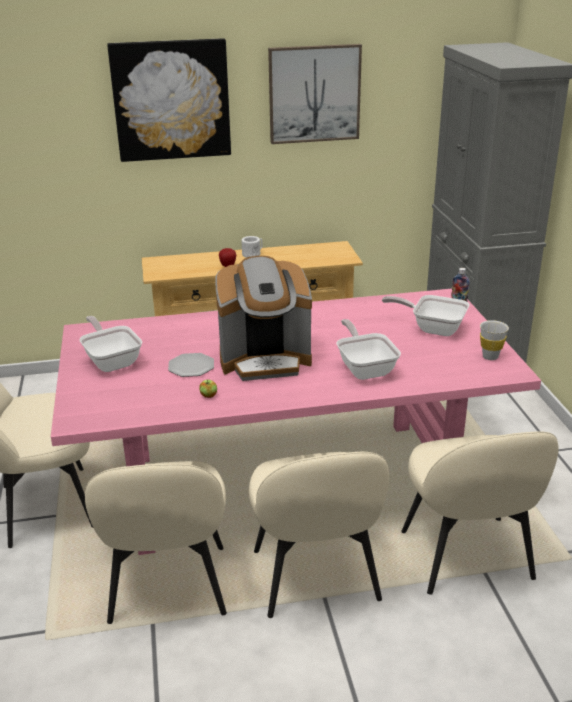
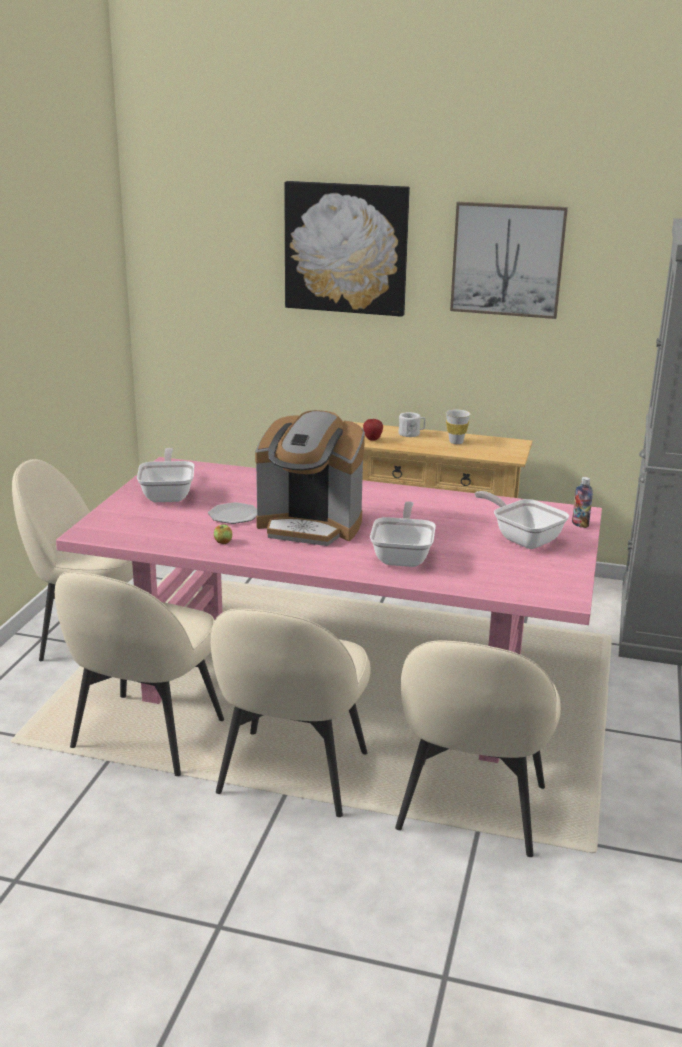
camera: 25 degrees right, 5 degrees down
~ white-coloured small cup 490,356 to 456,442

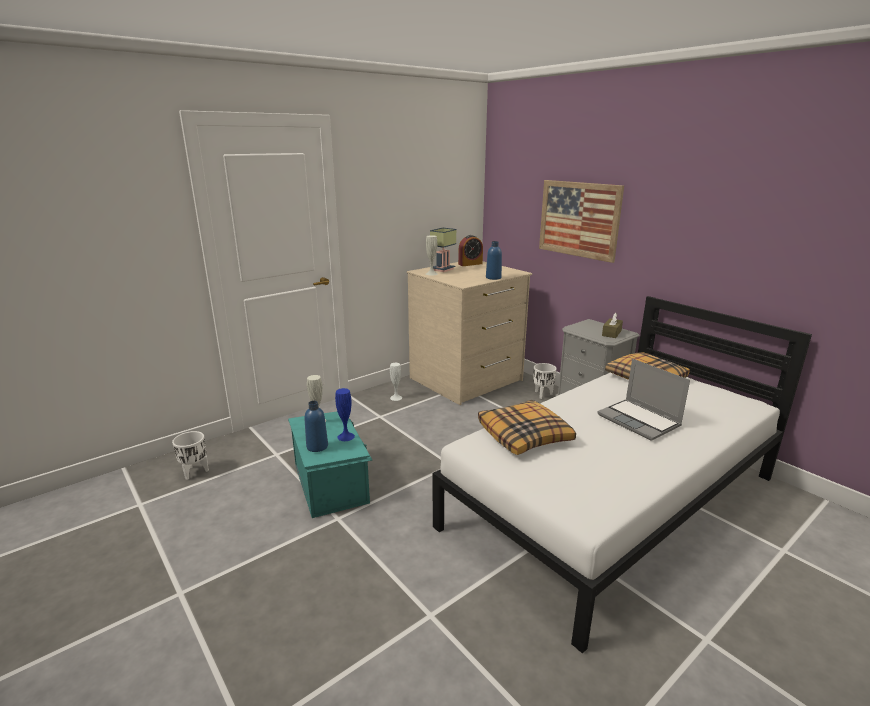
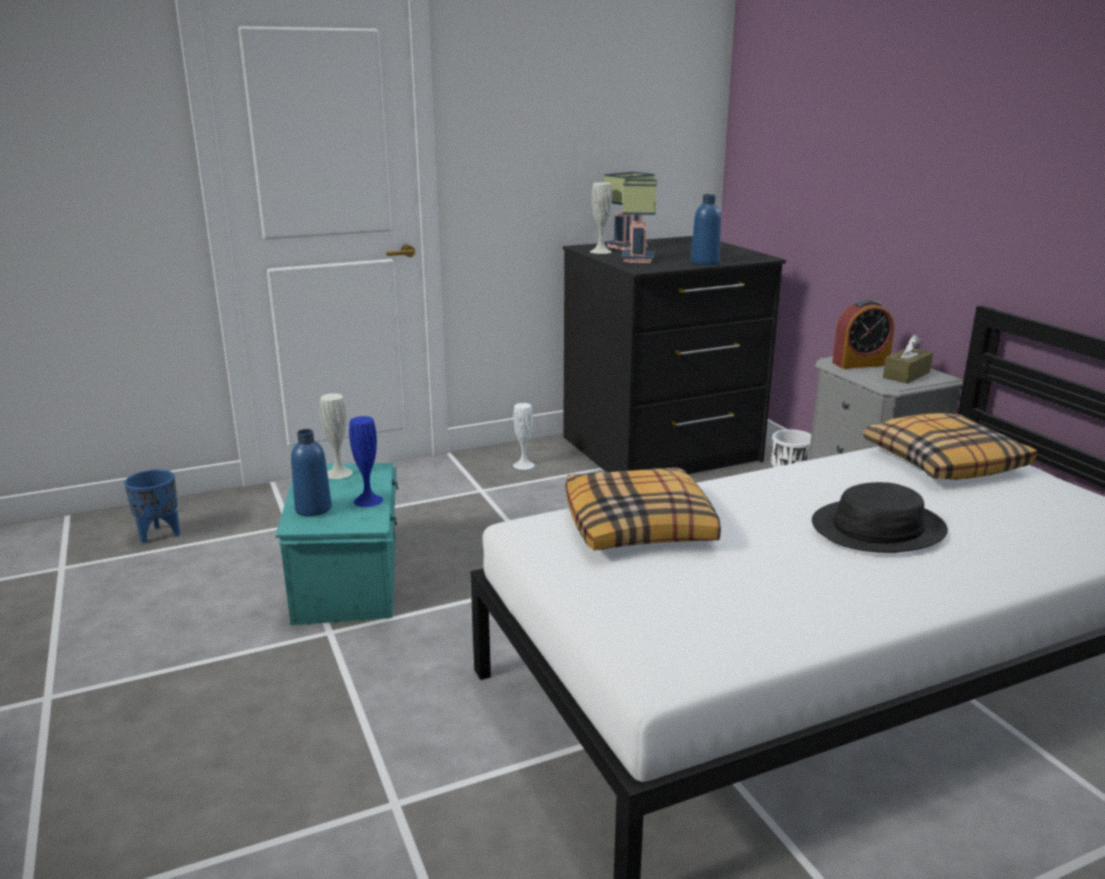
camera: 15 degrees right, 0 degrees up
- wall art 579,219
~ alarm clock 470,264 to 860,363
~ beige drawer chest 467,379 to black drawer chest 661,450
~ notebook computer 640,421 to black wearable hat 878,528
~ white-coloured plant pot 195,472 to blue-coloured plant pot 160,535
+ tabletop lamp 639,260

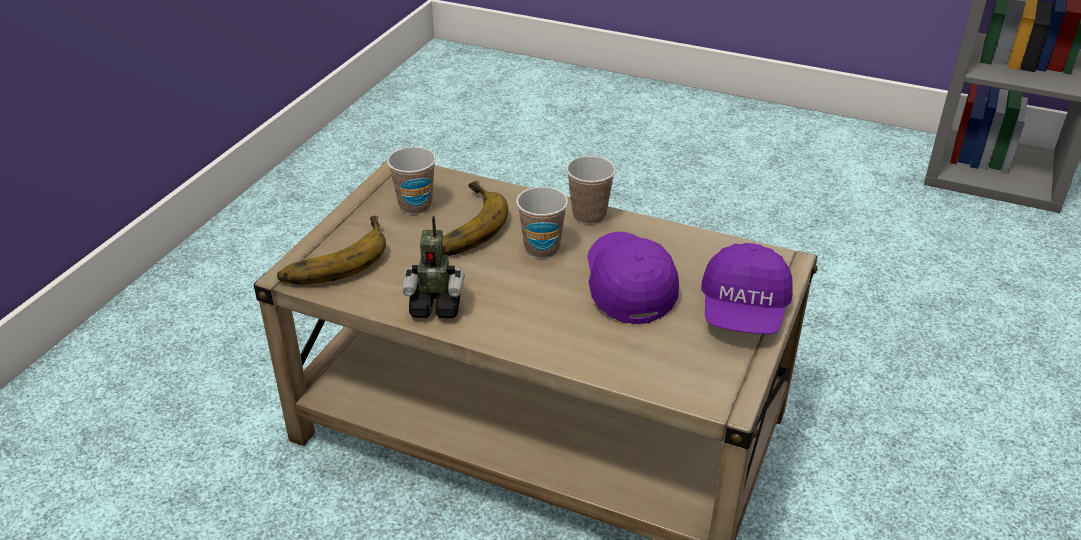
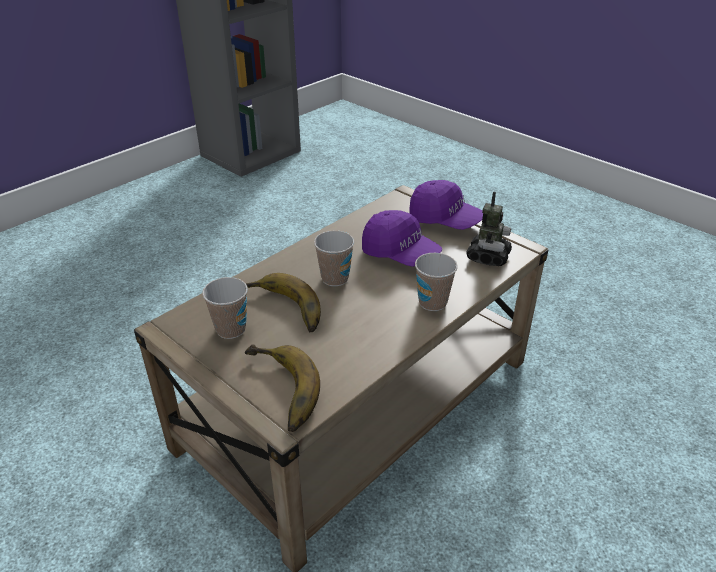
camera: 70 degrees left, 0 degrees up
~ small cup 589,215 to 432,302
~ model robot 436,305 to 488,257
~ purplish baseball cap 628,287 = 400,254 150 degrees counterclockwise

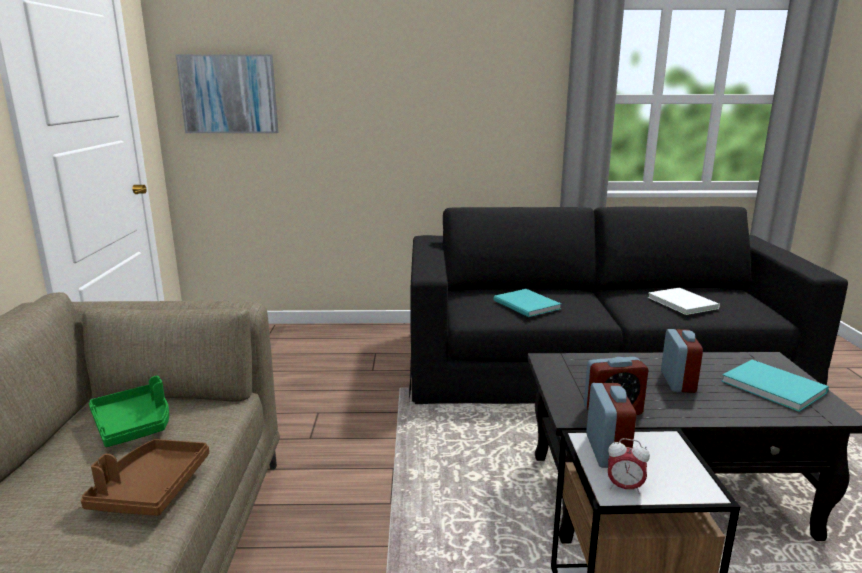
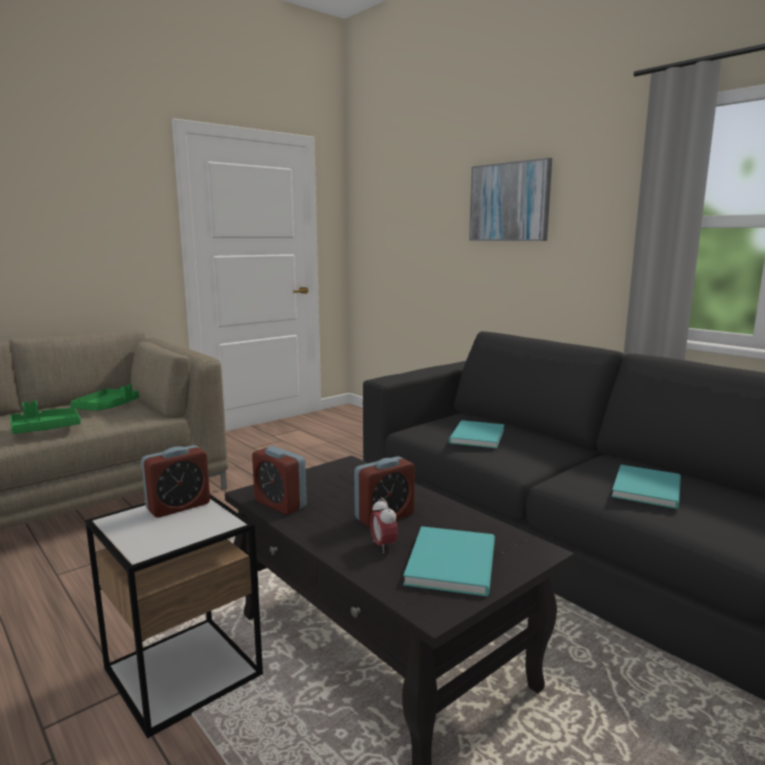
camera: 50 degrees right, 5 degrees down
~ wall art 229,94 to 509,202
~ white-coloured volume 682,302 to blue-green volume 649,488
~ alarm clock 624,488 to 383,546
~ brown-coloured serving tray 151,489 to green serving tray 45,428

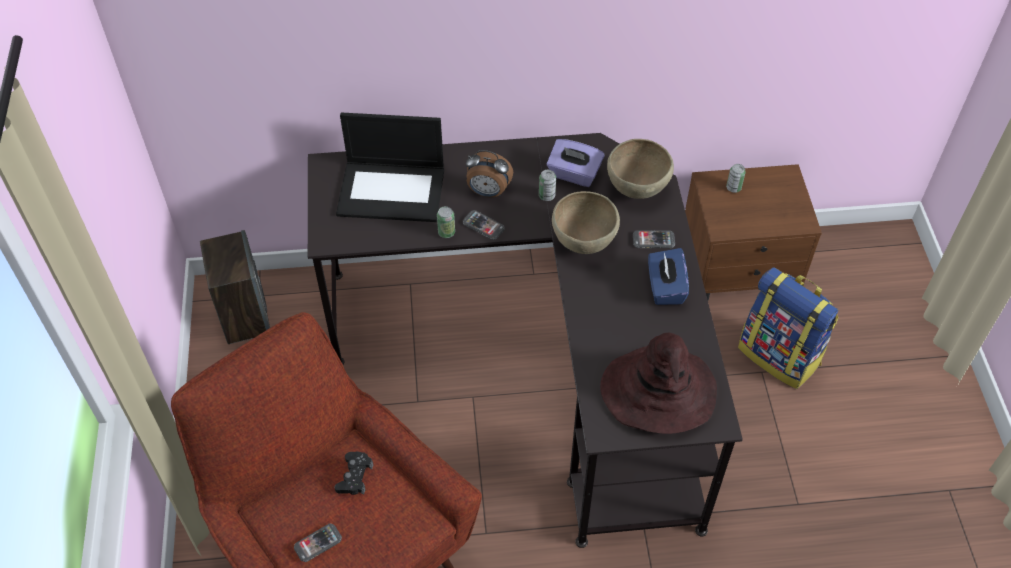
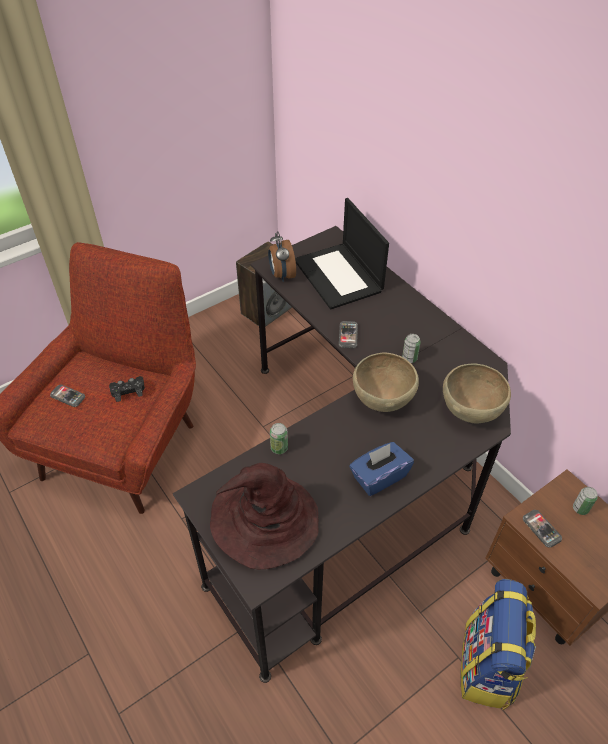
camera: 60 degrees right, 5 degrees down
- purplish tissue box 574,174
~ alarm clock 488,192 to 281,275
~ can 446,232 to 279,448
~ handset 653,240 to 541,529

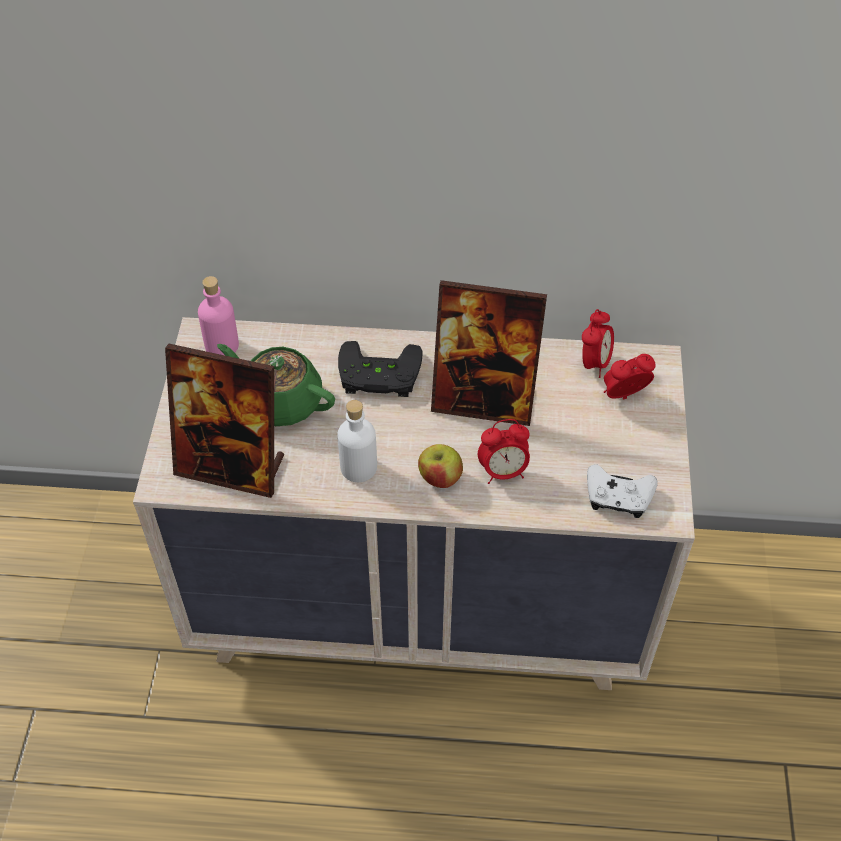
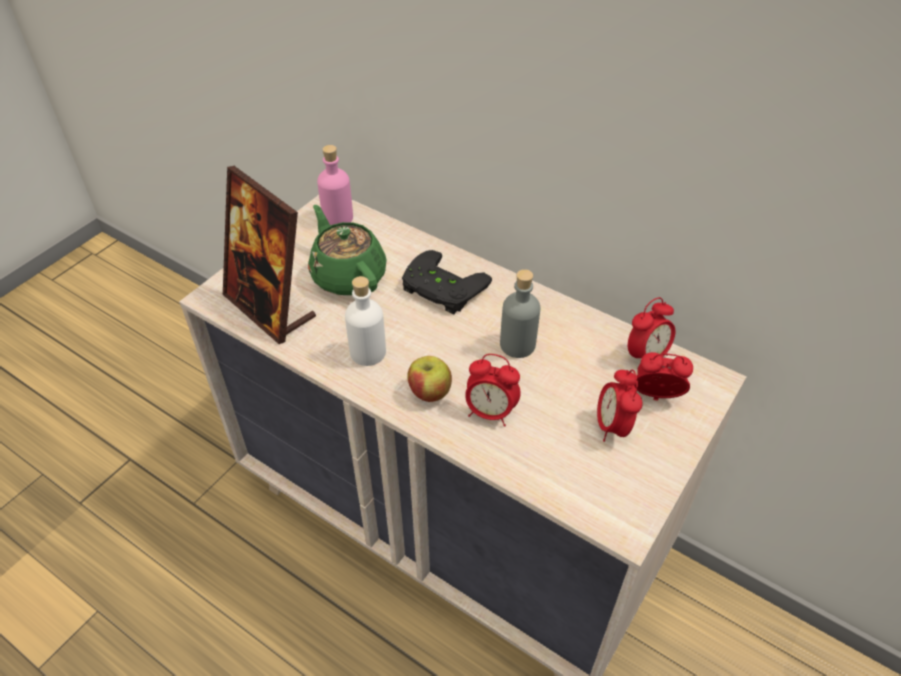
camera: 30 degrees right, 5 degrees down
~ standing frame 483,400 to greyish beverage bottle 517,345
- white-coloured gamepad 618,498
+ alarm clock 612,426

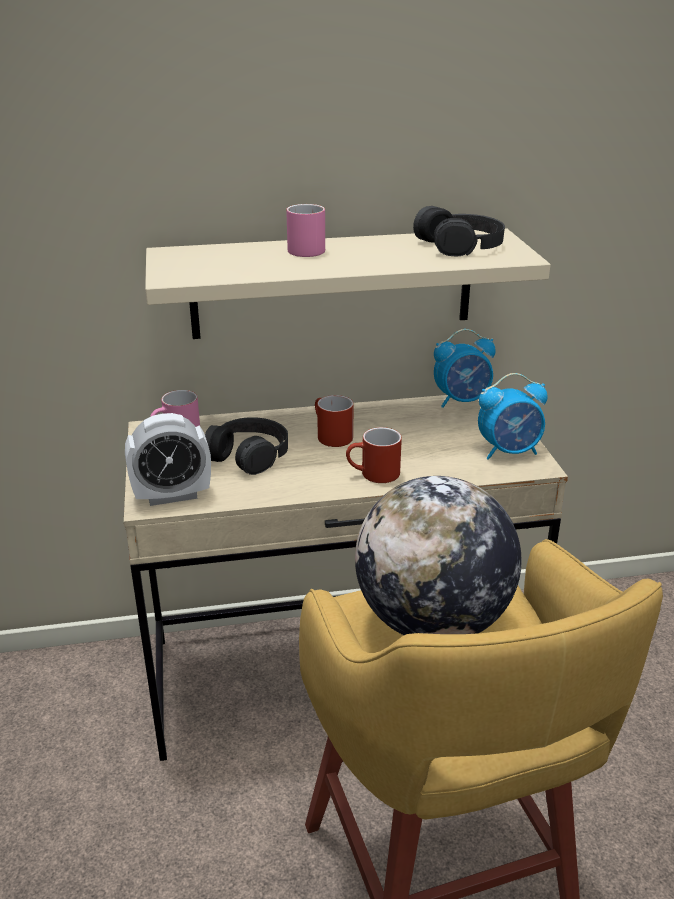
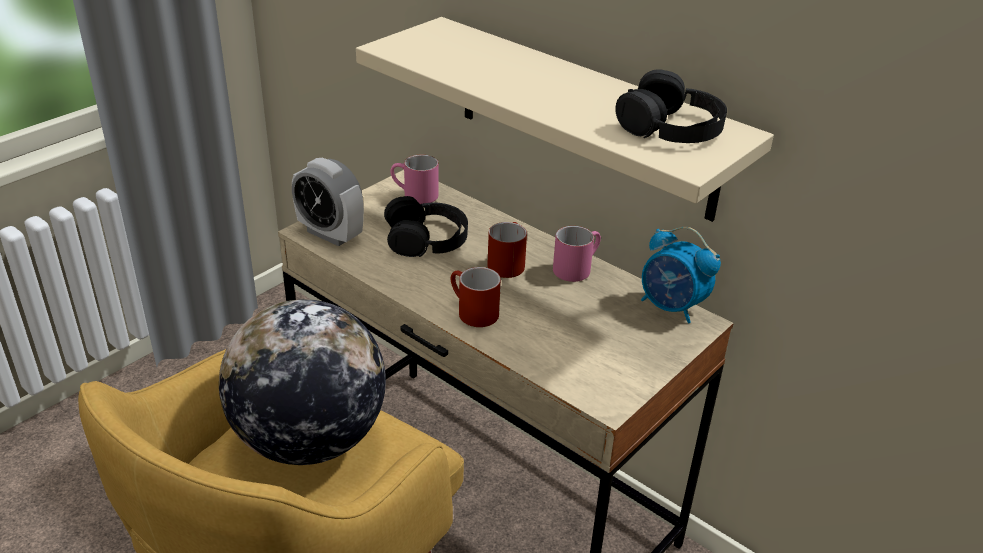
camera: 50 degrees right, 5 degrees up
~ pink mug 305,248 to 576,267
- alarm clock 509,451

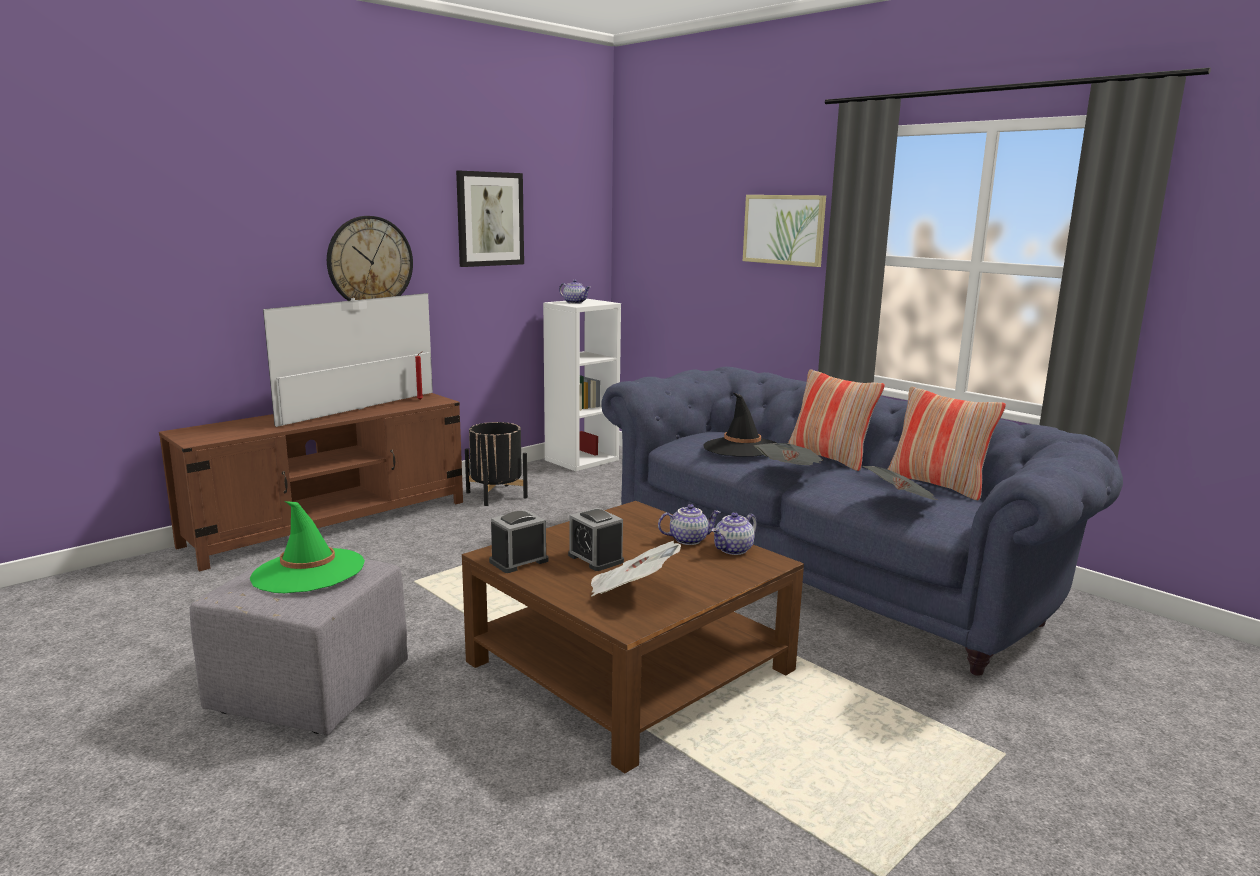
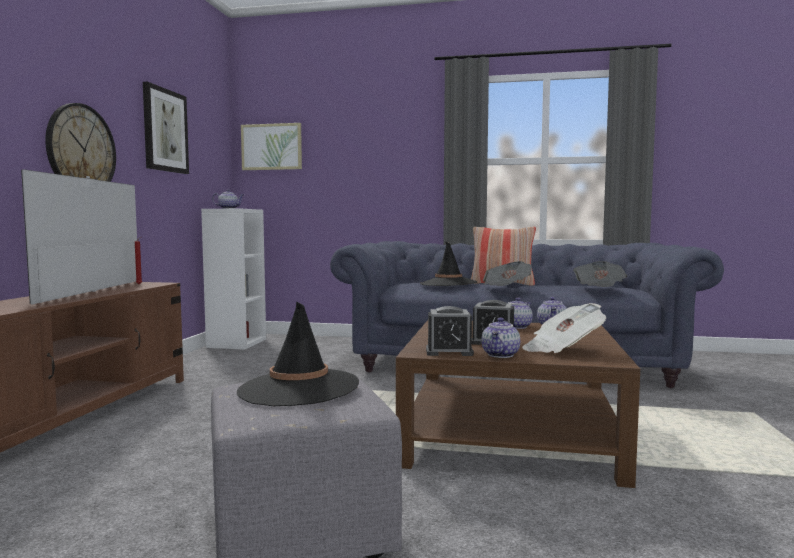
camera: 35 degrees left, 10 degrees down
~ wall art 784,229 to 271,147
- pillow 937,485
- black plant pot 496,495
~ green wearable hat 308,571 to black wearable hat 299,388
~ alarm clock 519,561 = 449,352 105 degrees counterclockwise
+ pot for tea 501,355

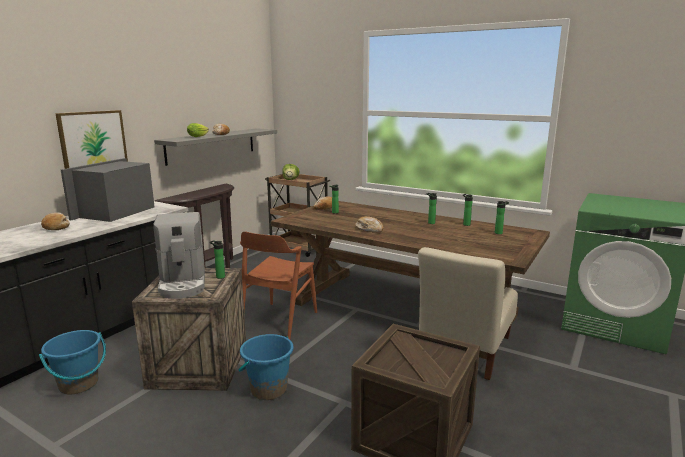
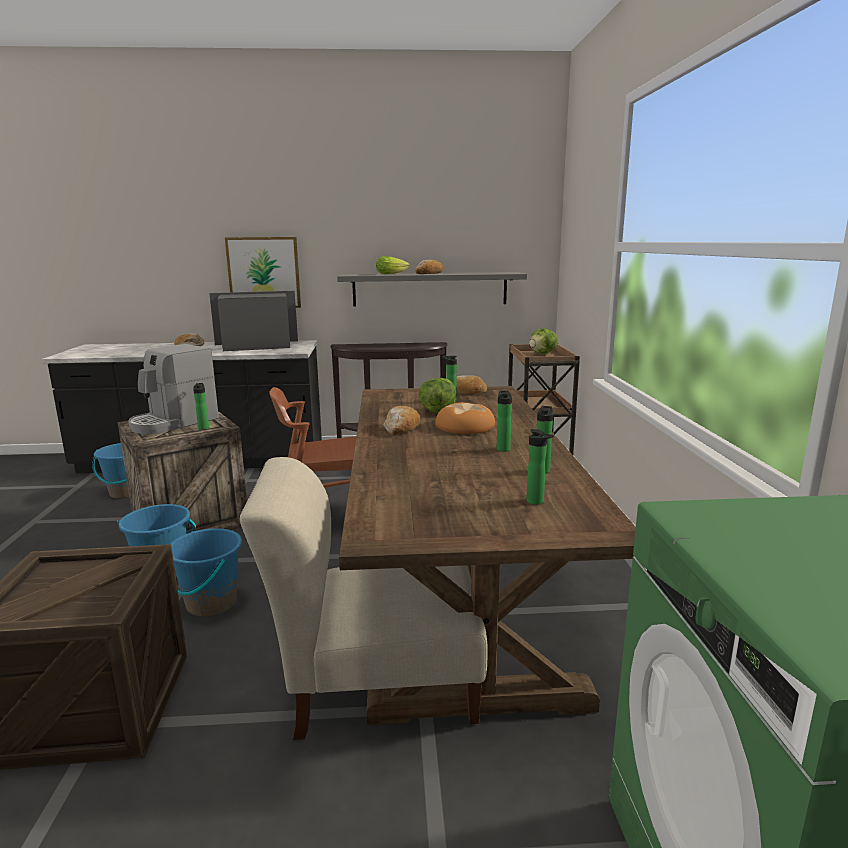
camera: 55 degrees right, 0 degrees up
+ lettuce 437,412
+ baked bread 464,426
+ blue-coloured water bucket 211,603

